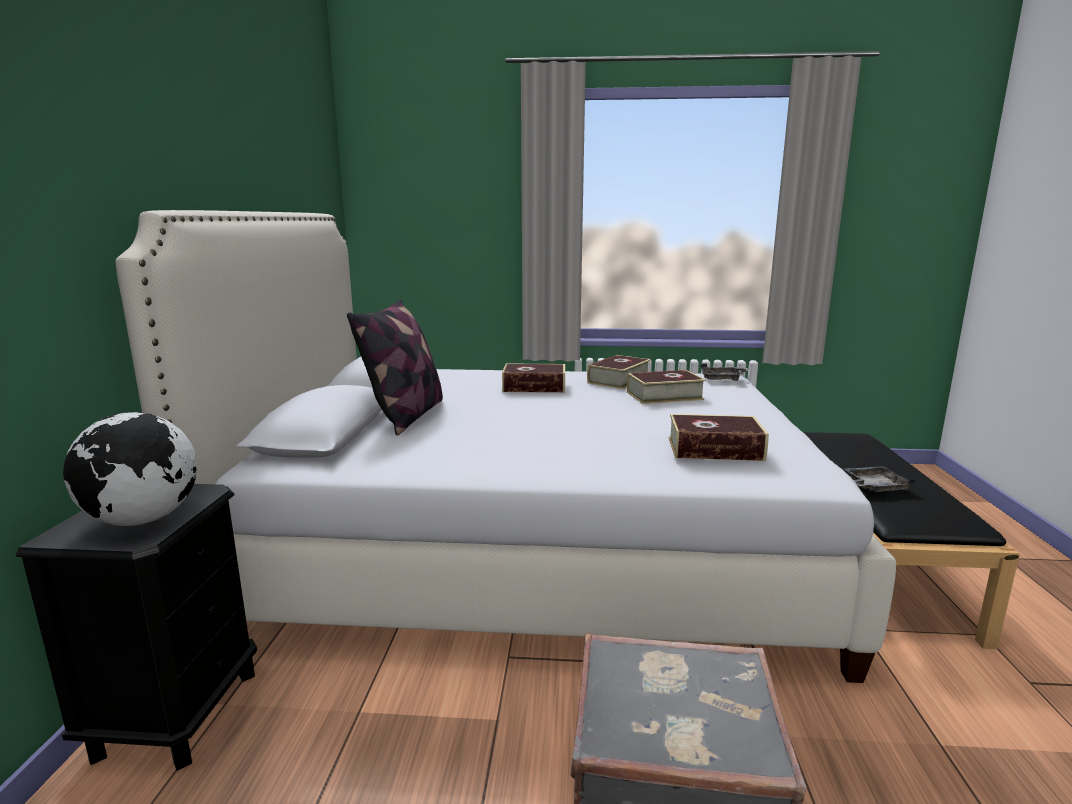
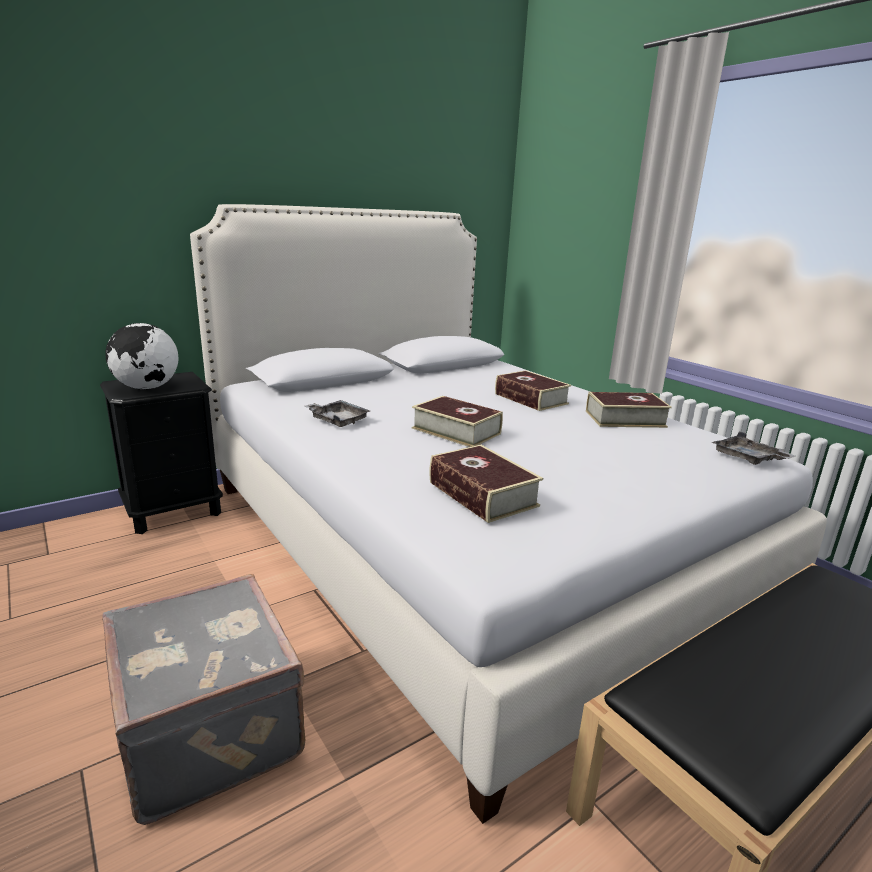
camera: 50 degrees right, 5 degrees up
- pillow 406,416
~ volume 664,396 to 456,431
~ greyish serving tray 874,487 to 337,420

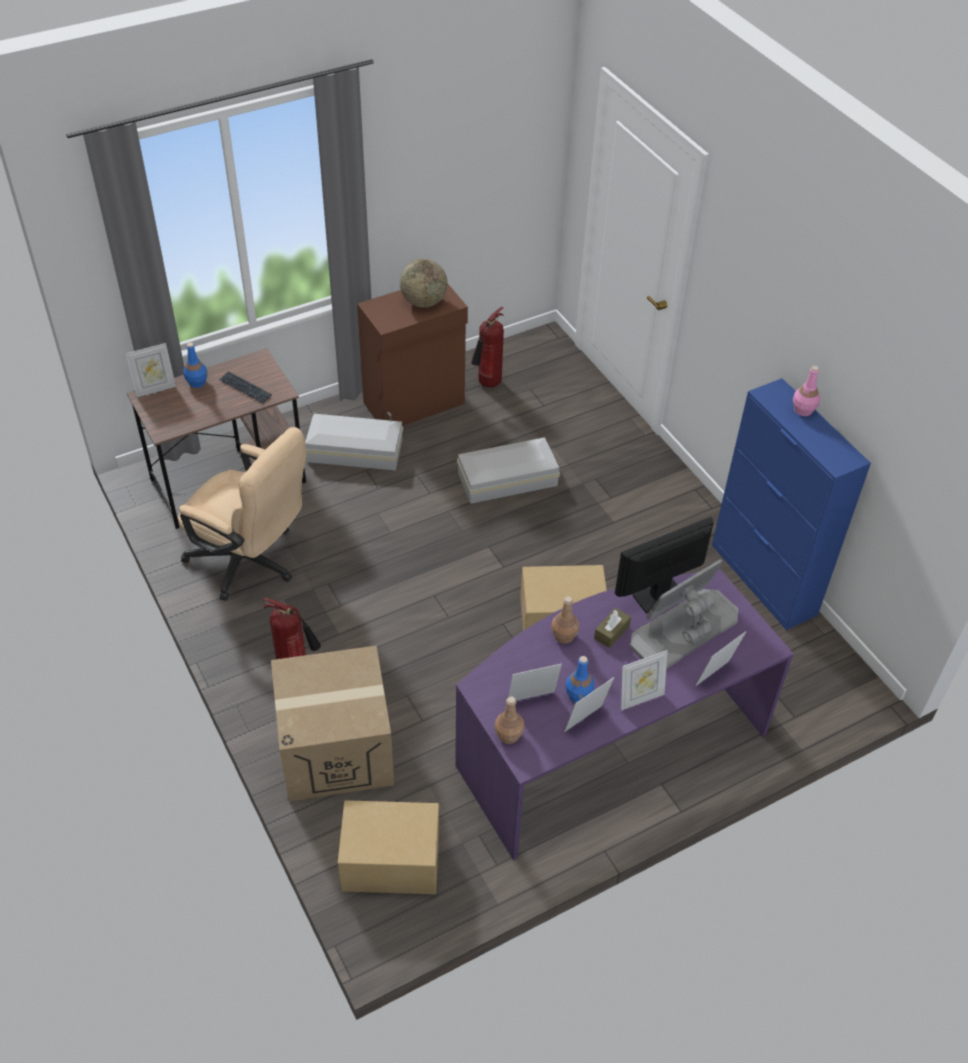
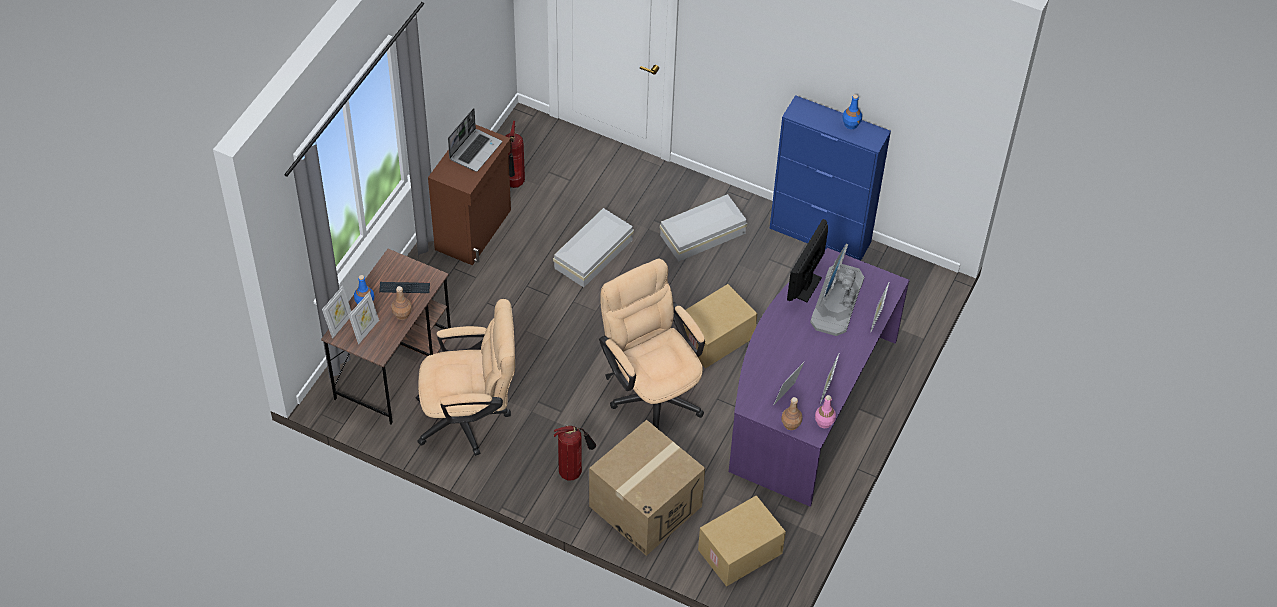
camera: 35 degrees left, 5 degrees up
~ desk globe 423,302 to notebook computer 475,150
~ pink beverage bottle 803,410 to 824,422
~ white-coloured storage bin 356,452 to 704,234
~ brown-coloured beverage bottle 563,635 to 402,314
- brown-coloured tissue box 611,632
~ standing frame 640,698 to 365,330
~ blue-coloured beverage bottle 579,695 to 851,124
+ beige computer chair 651,391

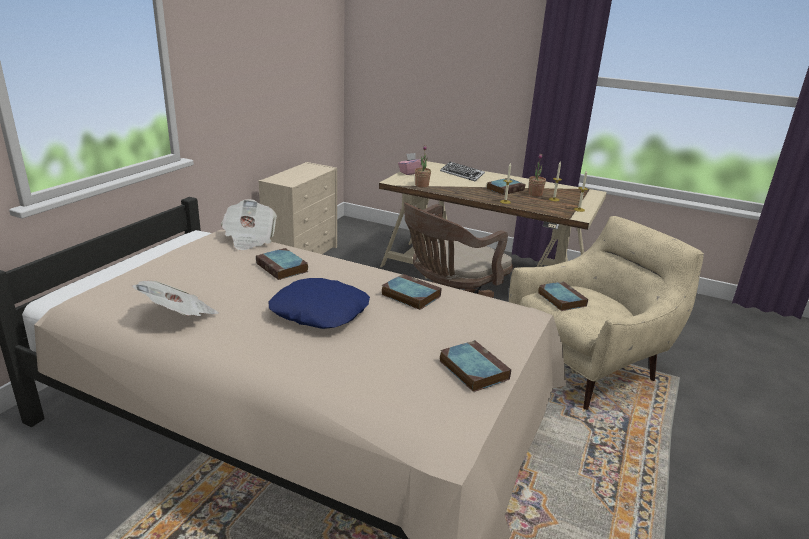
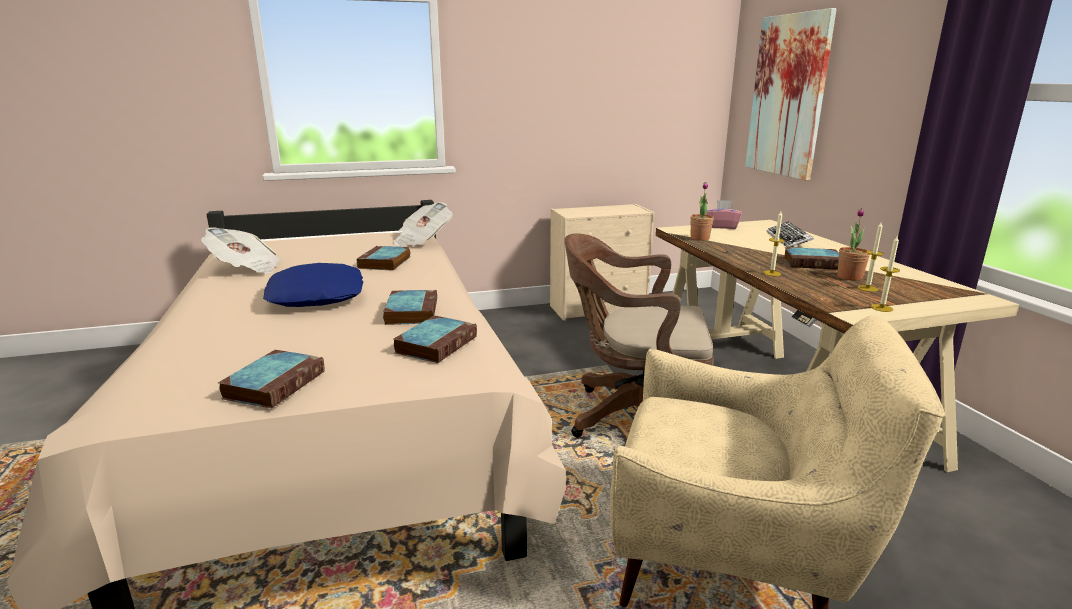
camera: 50 degrees right, 5 degrees down
~ volume 560,299 to 437,344
+ wall art 788,96

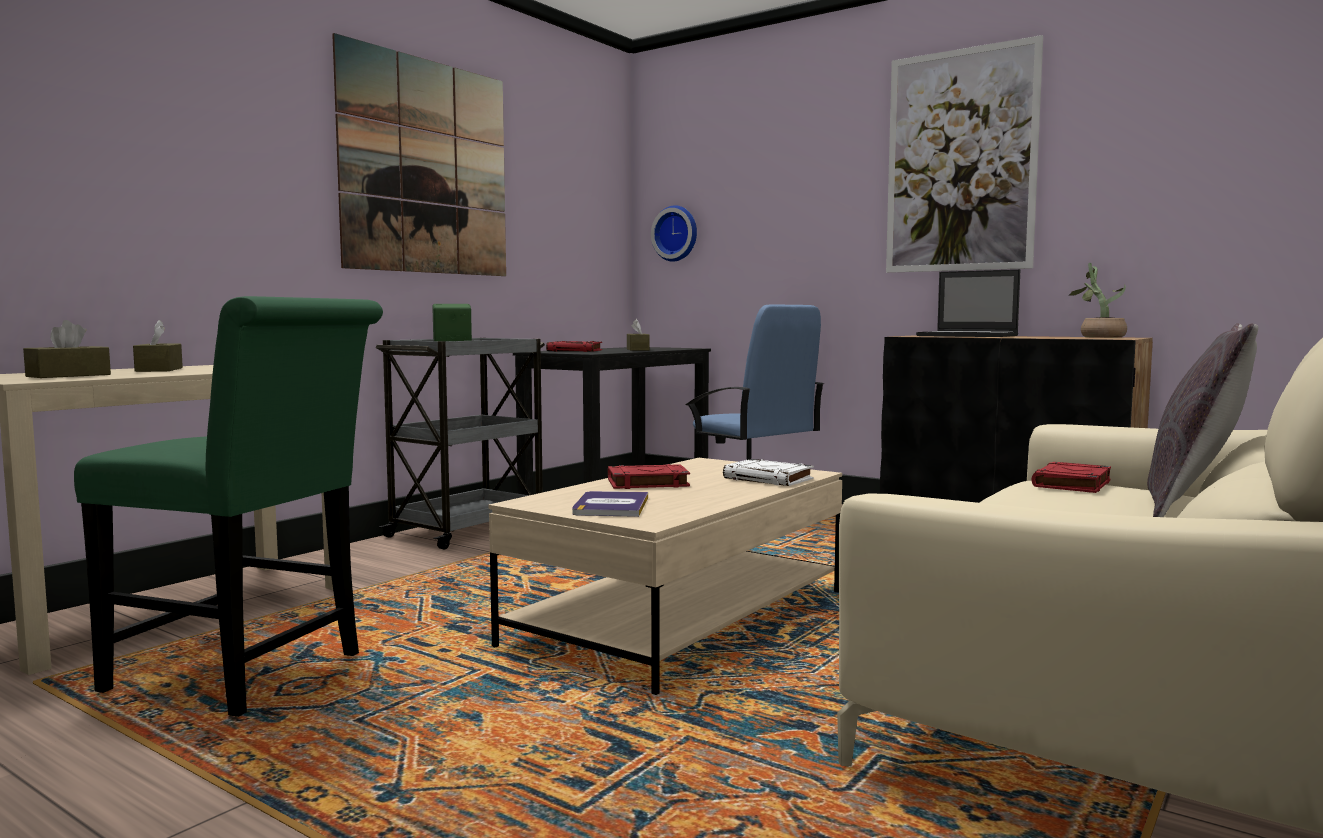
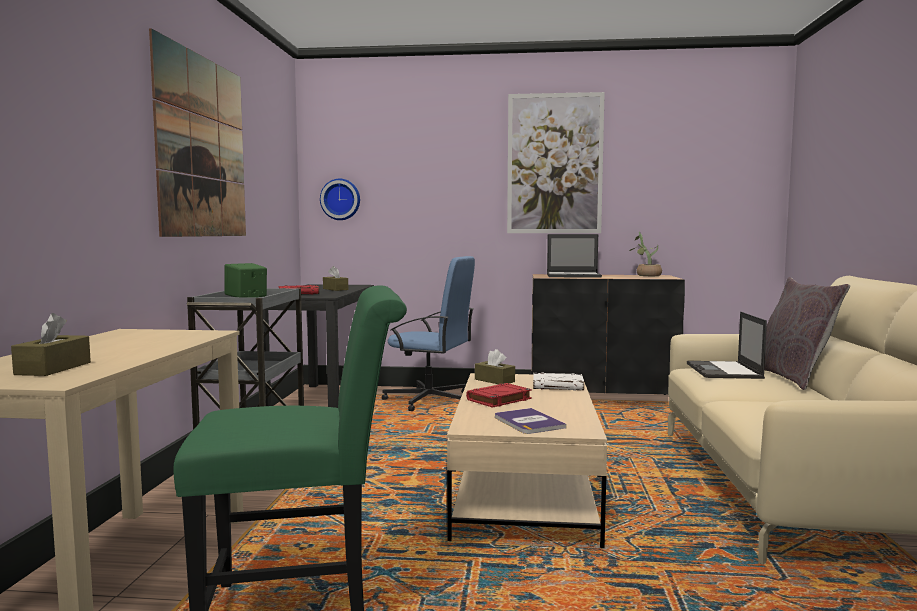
camera: 30 degrees left, 0 degrees up
~ brown-coloured tissue box 159,369 to 494,380
~ red-coloured volume 1072,484 to notebook computer 724,371

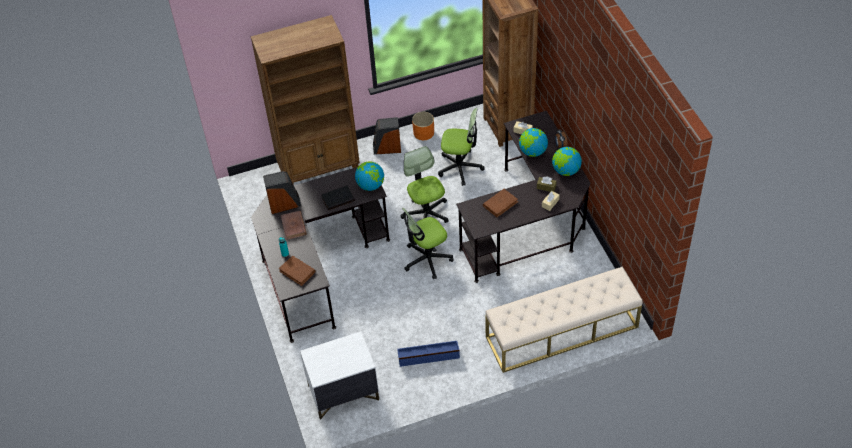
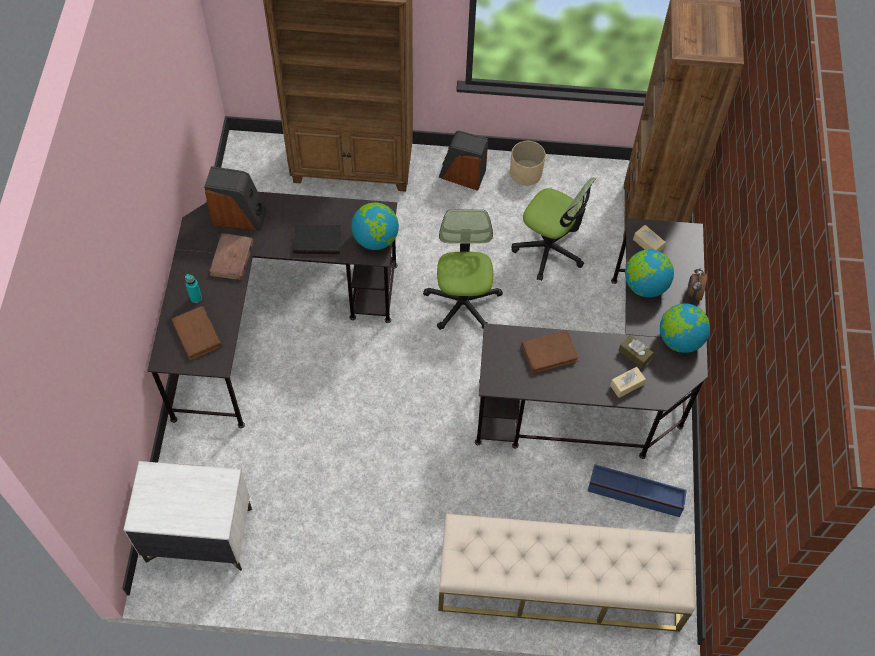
camera: 20 degrees right, 10 degrees up
~ orange-coloured plant pot 423,132 to beige plant pot 526,172
- computer chair 427,259
~ blue-coloured storage bin 428,356 to 635,494

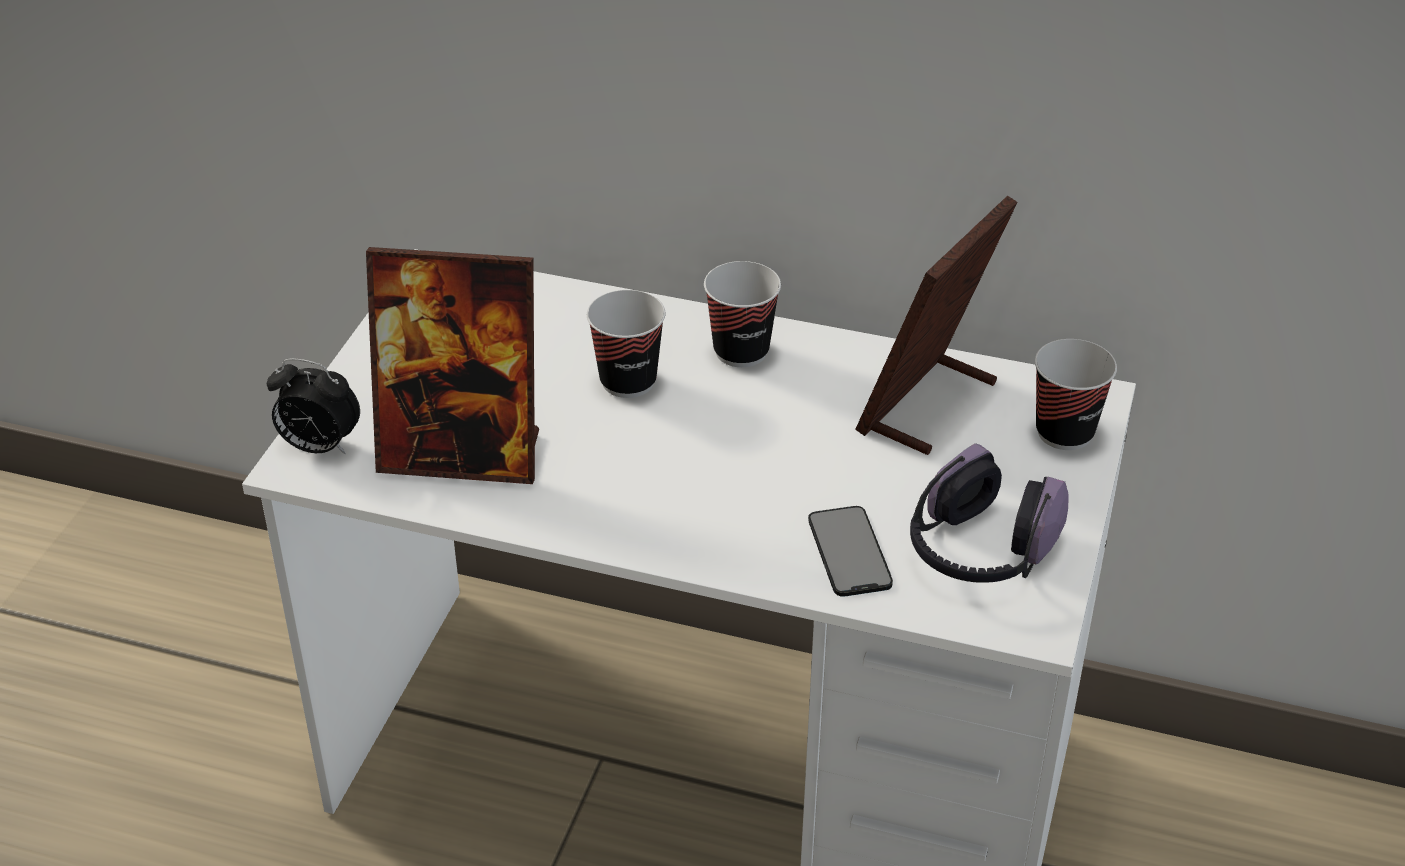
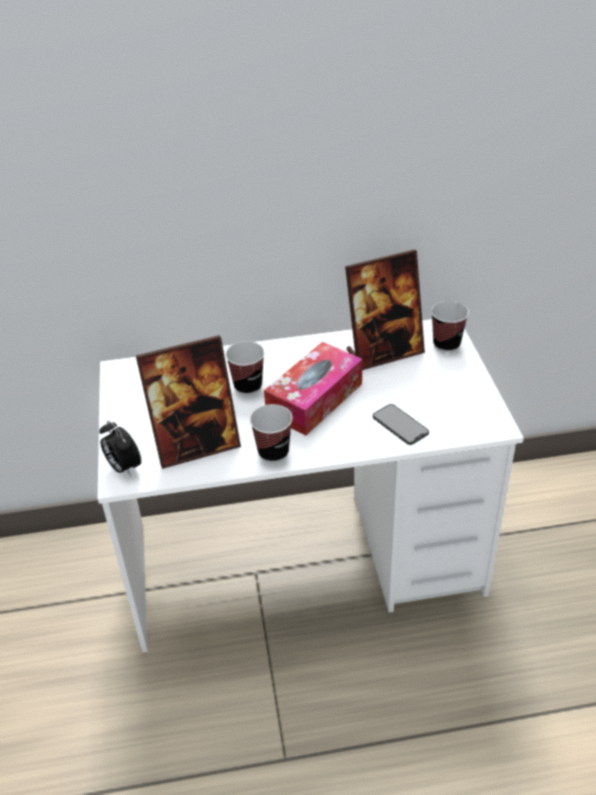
camera: 25 degrees left, 0 degrees up
~ standing frame 927,406 = 384,352 120 degrees counterclockwise
~ small cup 741,351 to 273,452
~ alarm clock 318,447 = 123,467 60 degrees clockwise
- pair of headphones 979,550
+ tissue box 314,399

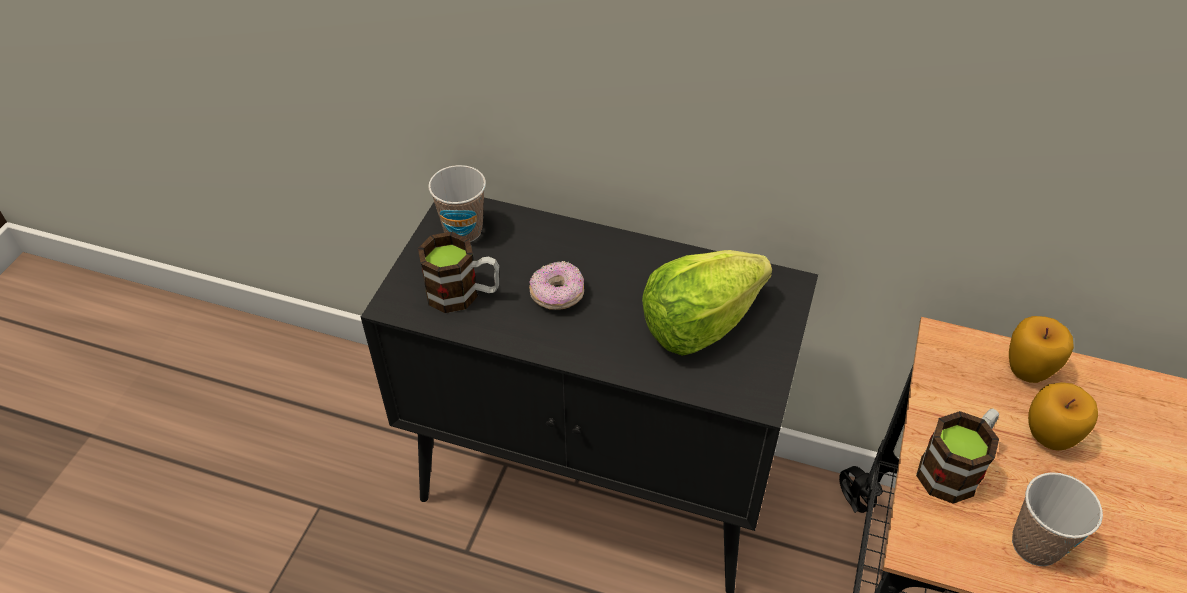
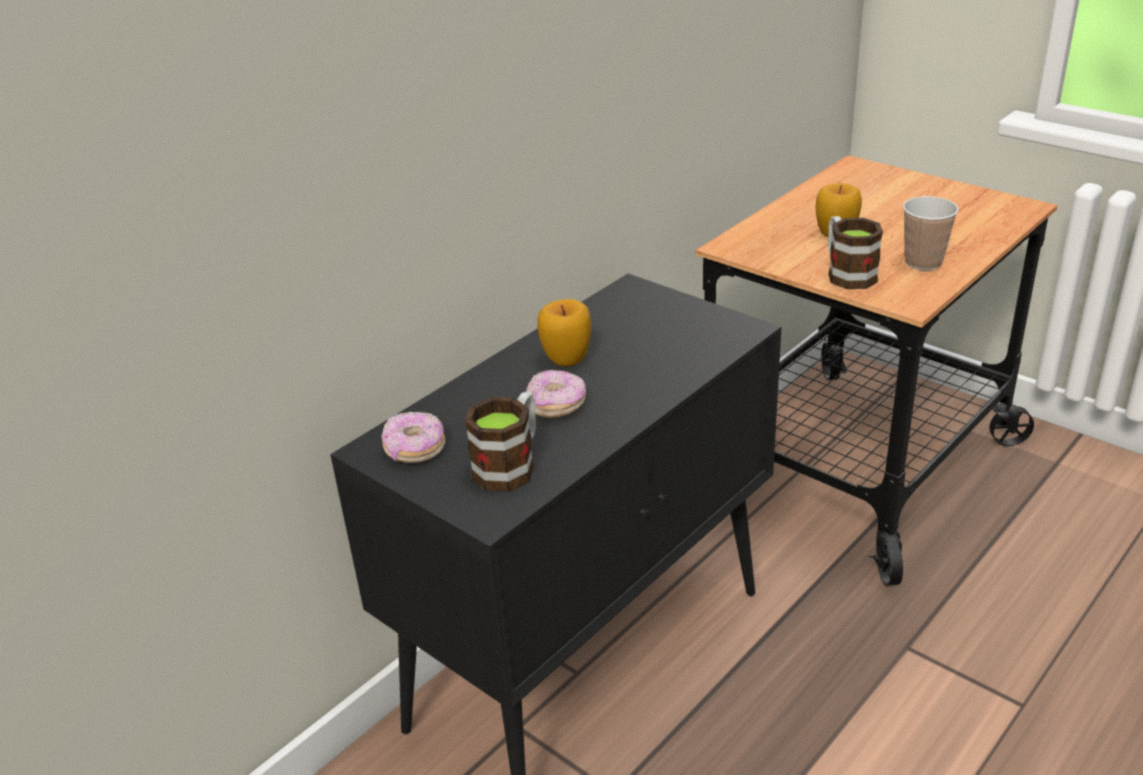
camera: 65 degrees left, 15 degrees down
~ small cup 463,231 to ring doughnut 415,449
- lettuce 699,323
~ apple fruit 1027,370 to 566,359

